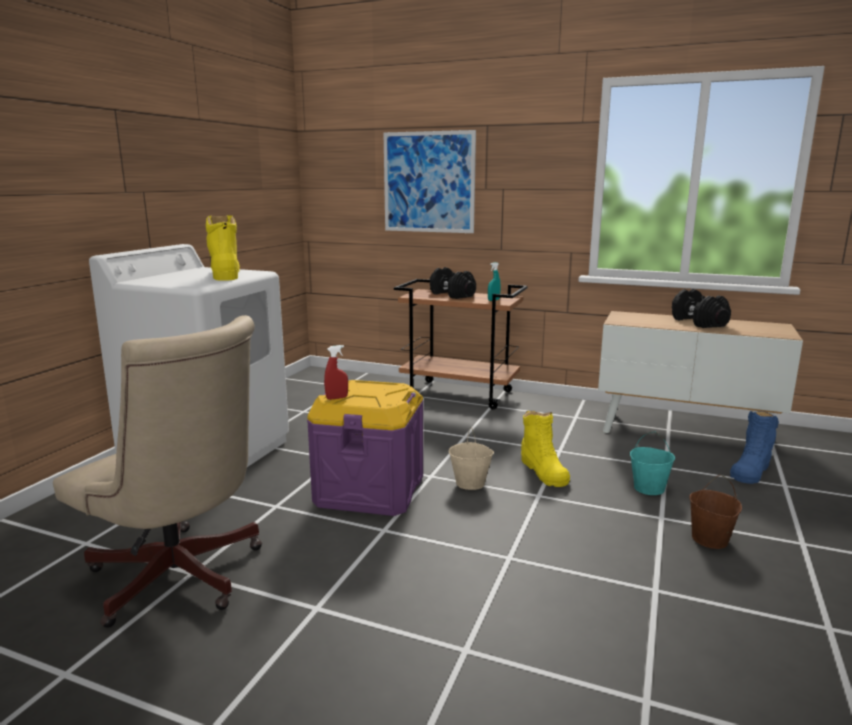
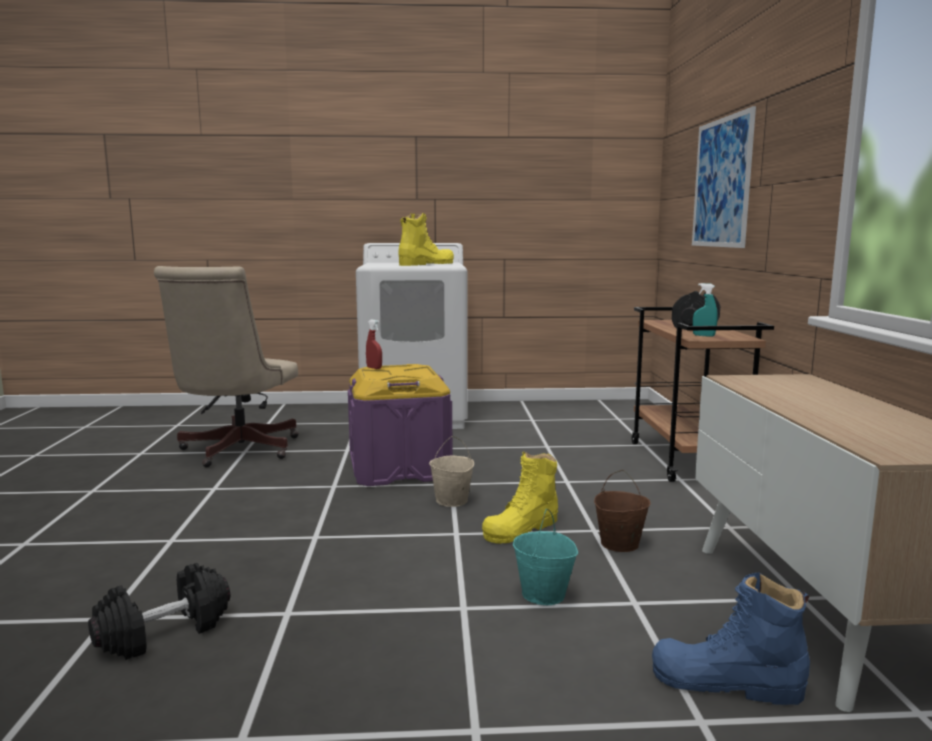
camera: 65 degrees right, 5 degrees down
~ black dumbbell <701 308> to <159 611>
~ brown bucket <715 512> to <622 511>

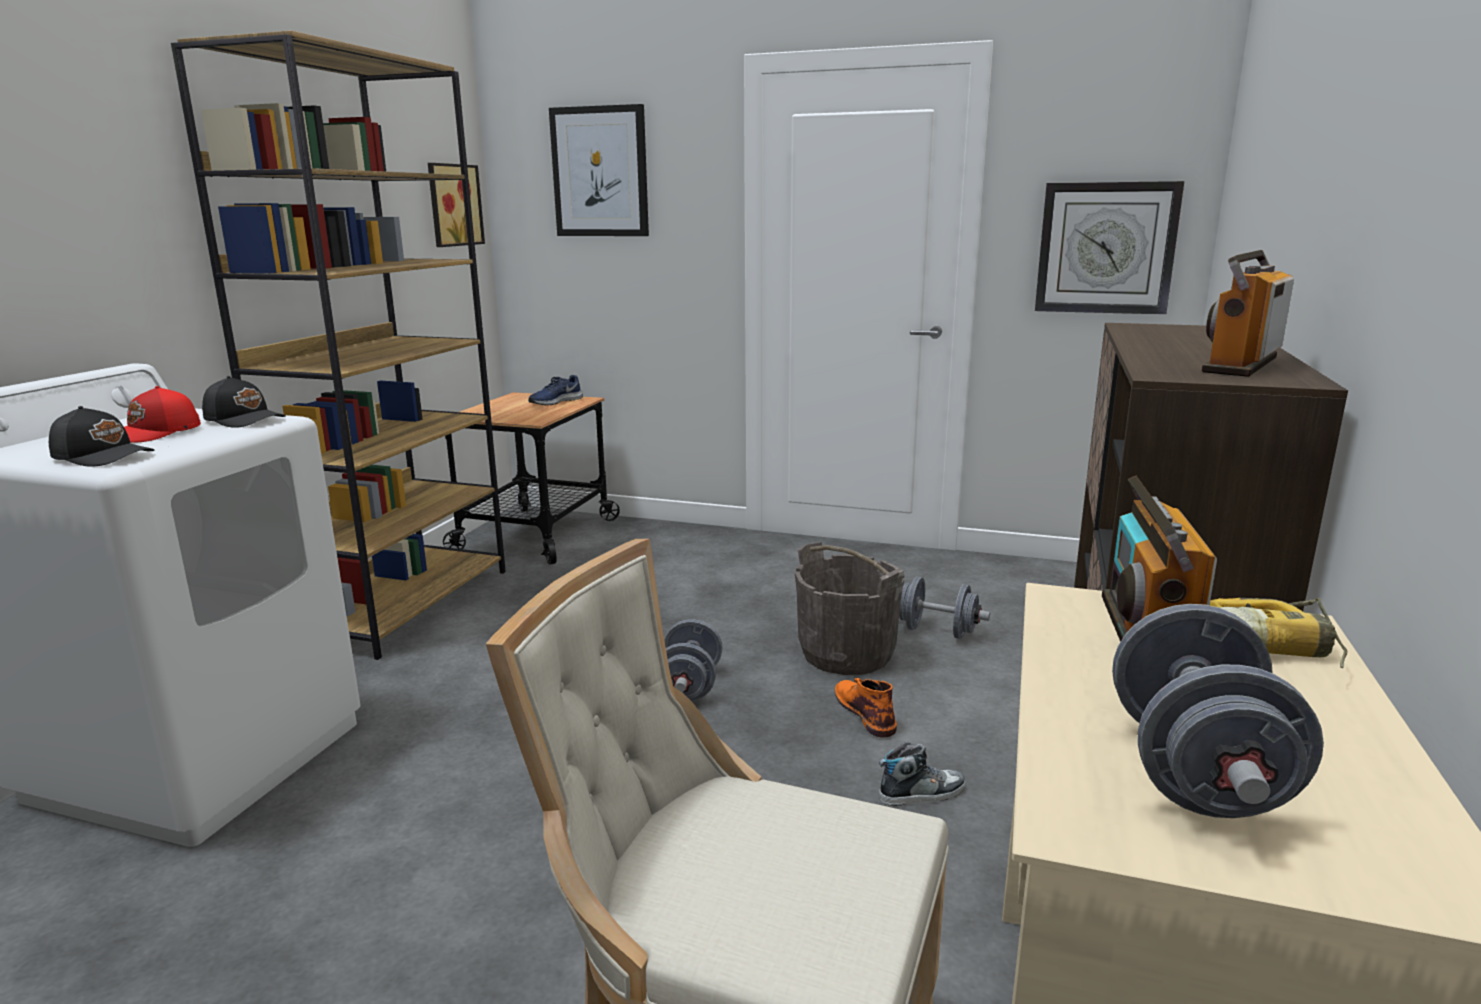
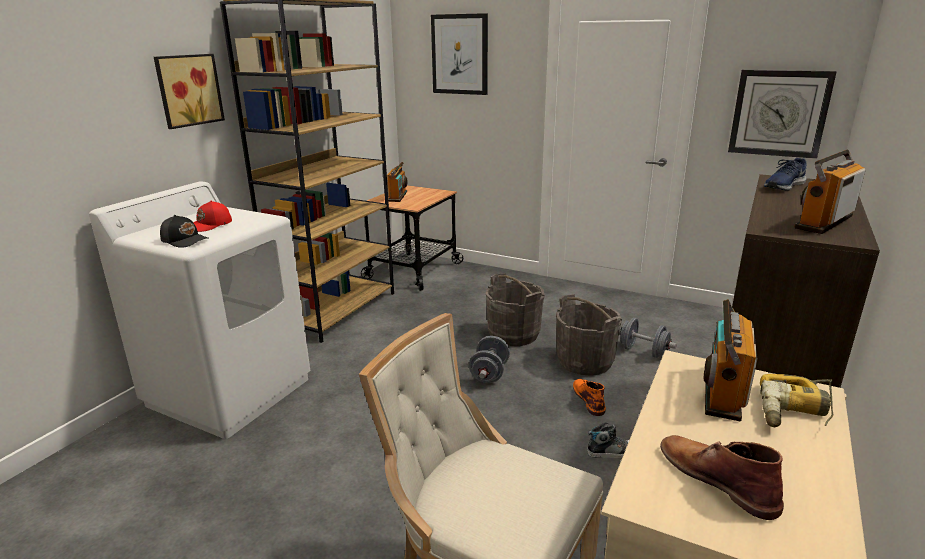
camera: 10 degrees right, 5 degrees up
- black cap <243 402>
~ picture <456 205> to <189 91>
~ blue shoe <555 390> to <785 174>
~ grey dumbbell <1218 711> to brown boot <722 477>
+ radio <397 182>
+ grey bucket <515 309>

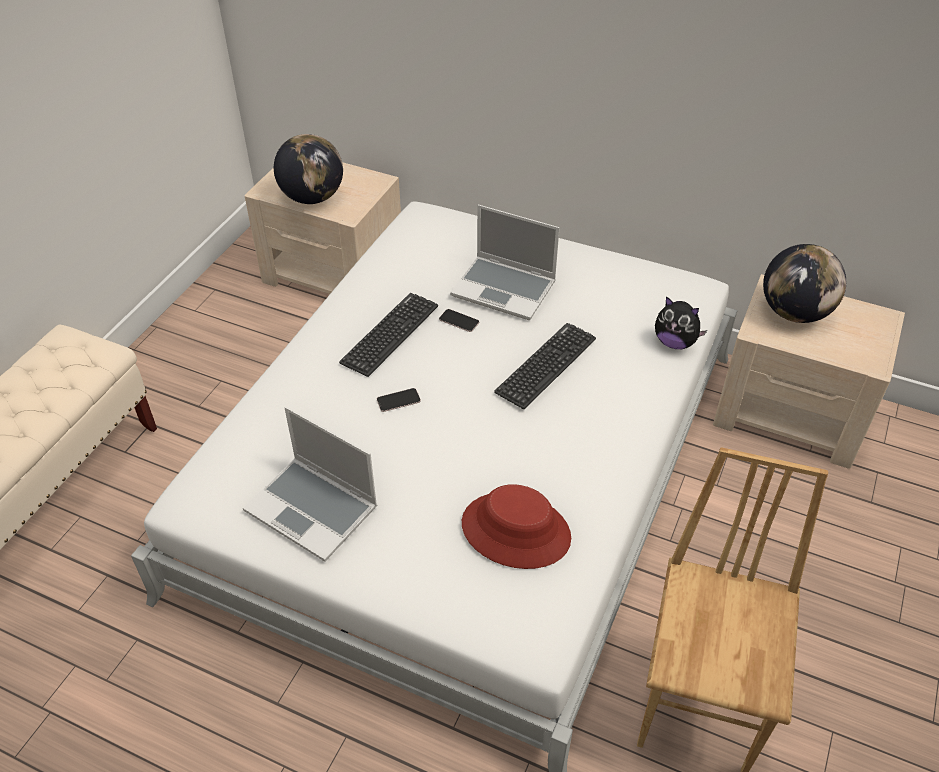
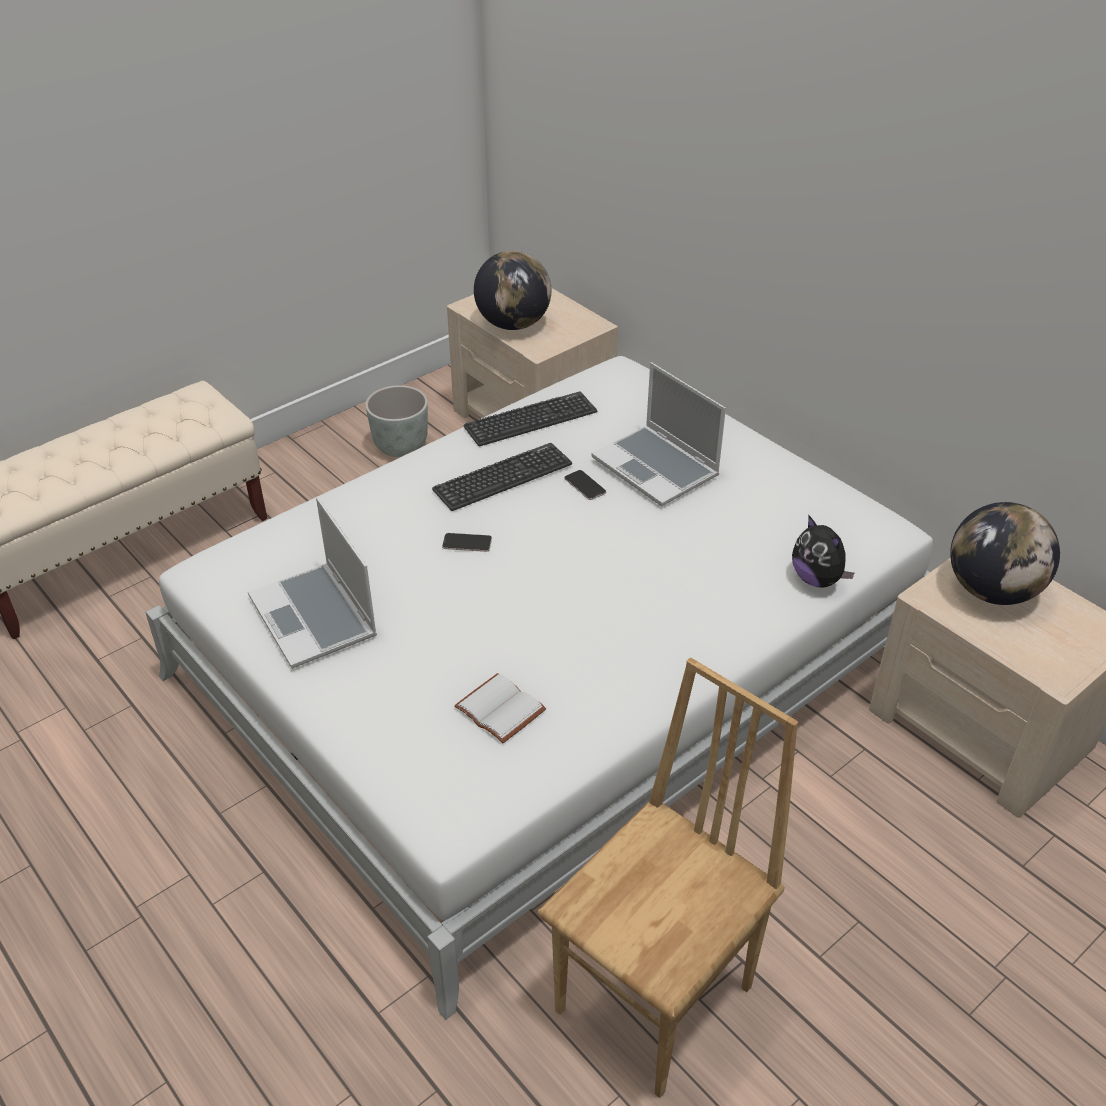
camera: 25 degrees right, 5 degrees down
~ red hat <516 526> to white book <500 708>
~ keyboard <545 366> to <530 418>
+ grey planter <396 421>

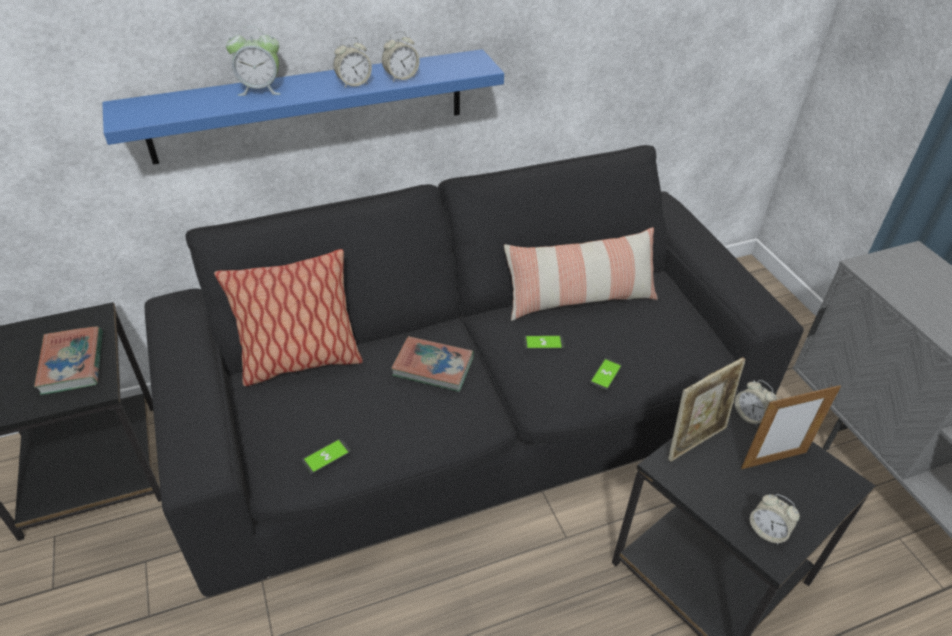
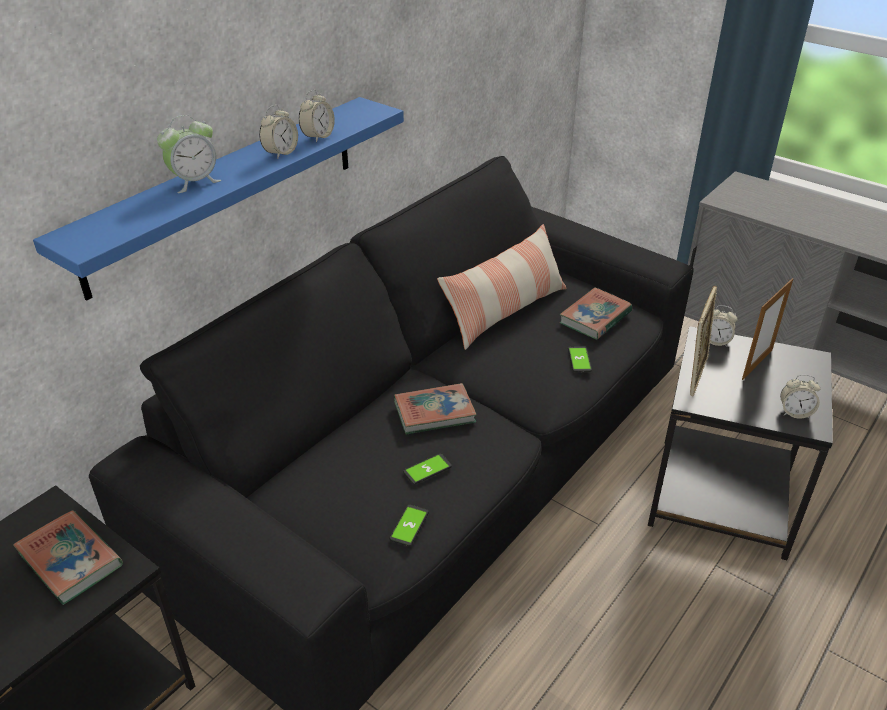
camera: 30 degrees left, 5 degrees down
- pillow <288 317>
~ phone <544 342> to <427 469>
+ book <596 314>

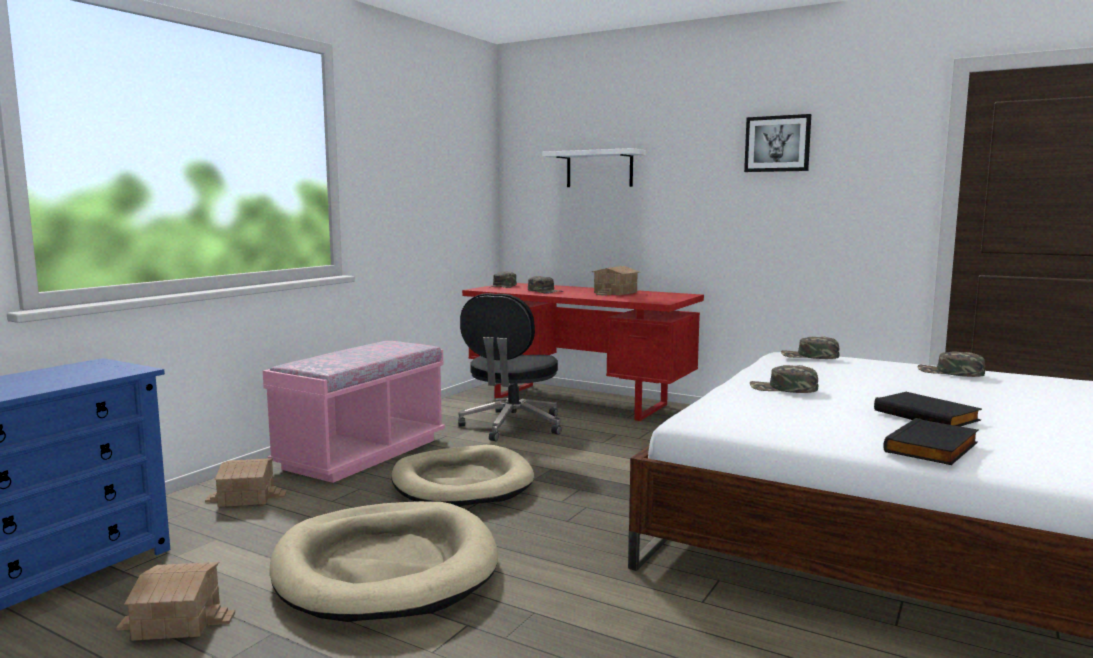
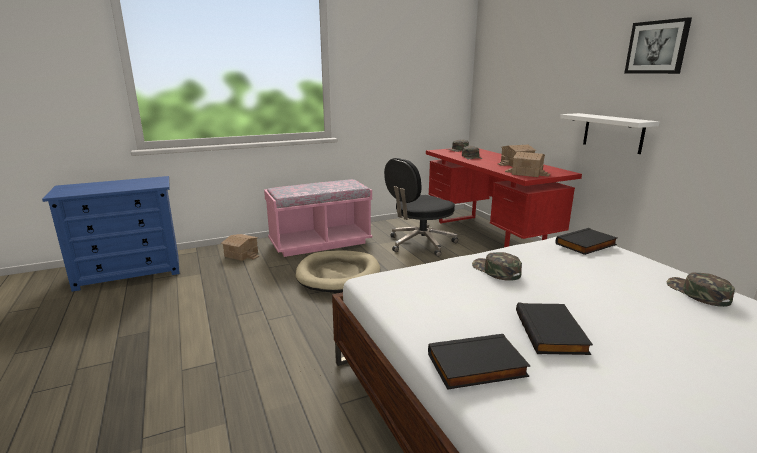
camera: 35 degrees right, 10 degrees up
~ toy house <175 601> to <527 164>
- beige dog bed <384 561>
~ white shelf <594 167> to <609 133>
~ green cap <810 348> to black book <586 241>

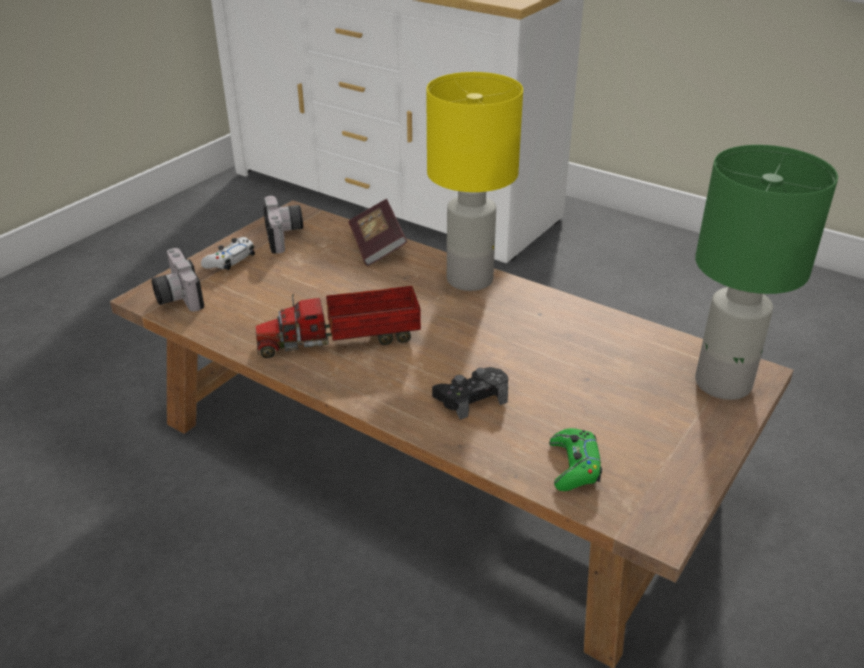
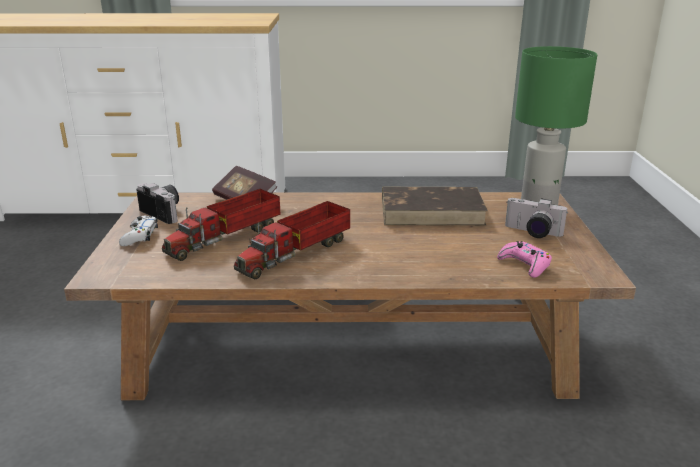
camera: 35 degrees left, 10 degrees down
~ photo camera <178 280> to <536 218>
- yellow table lamp <474 181>
- black game controller <470 393>
~ green game controller <575 459> to pink game controller <524 259>
+ toy truck <221 225>
+ brown book <435 206>

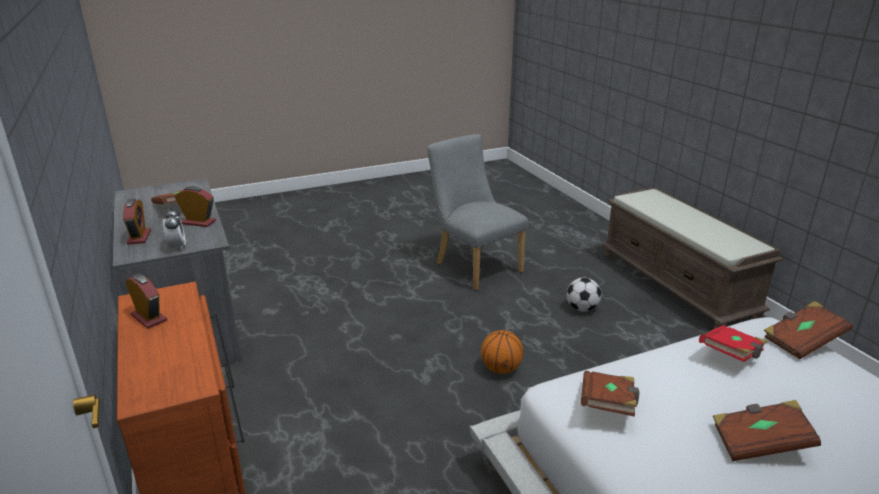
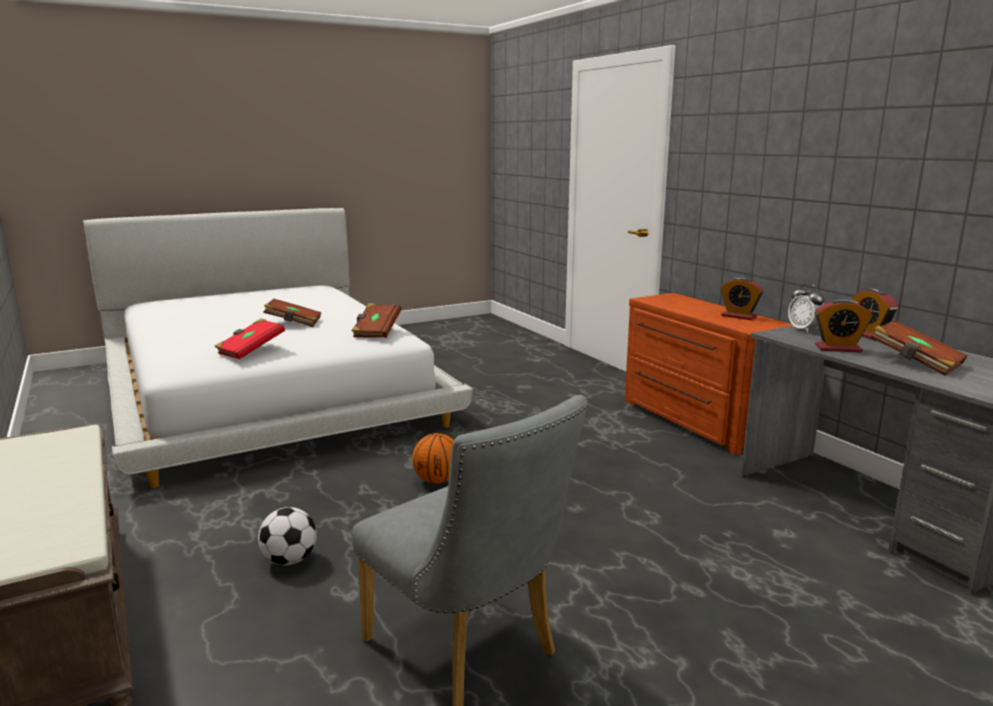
camera: 175 degrees right, 10 degrees down
- brown book <808 330>

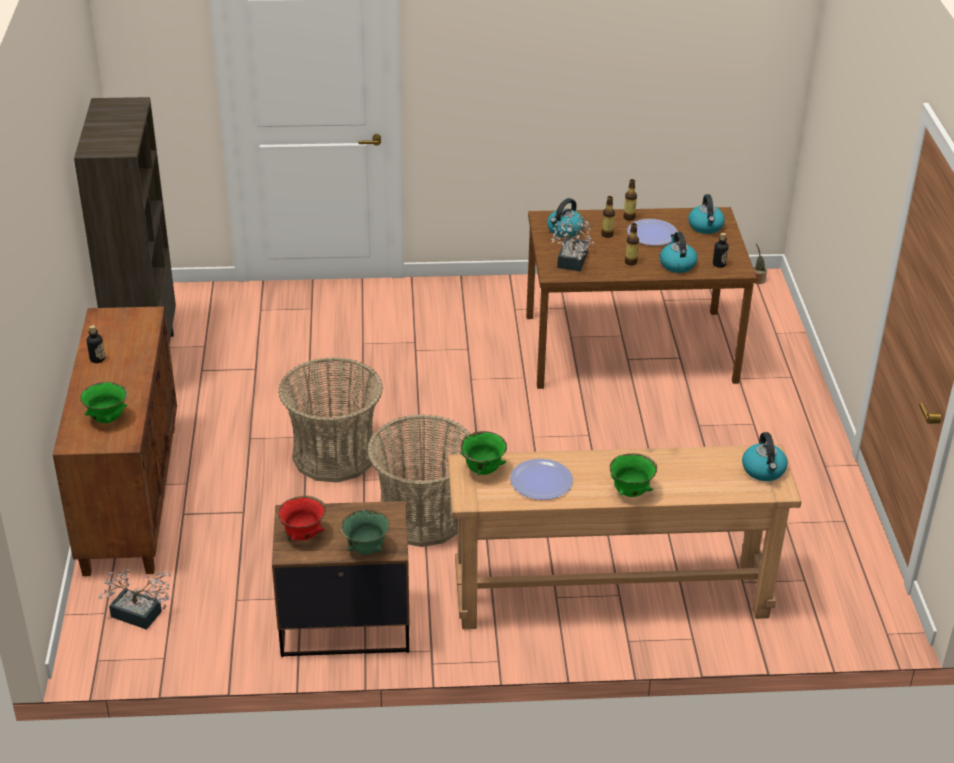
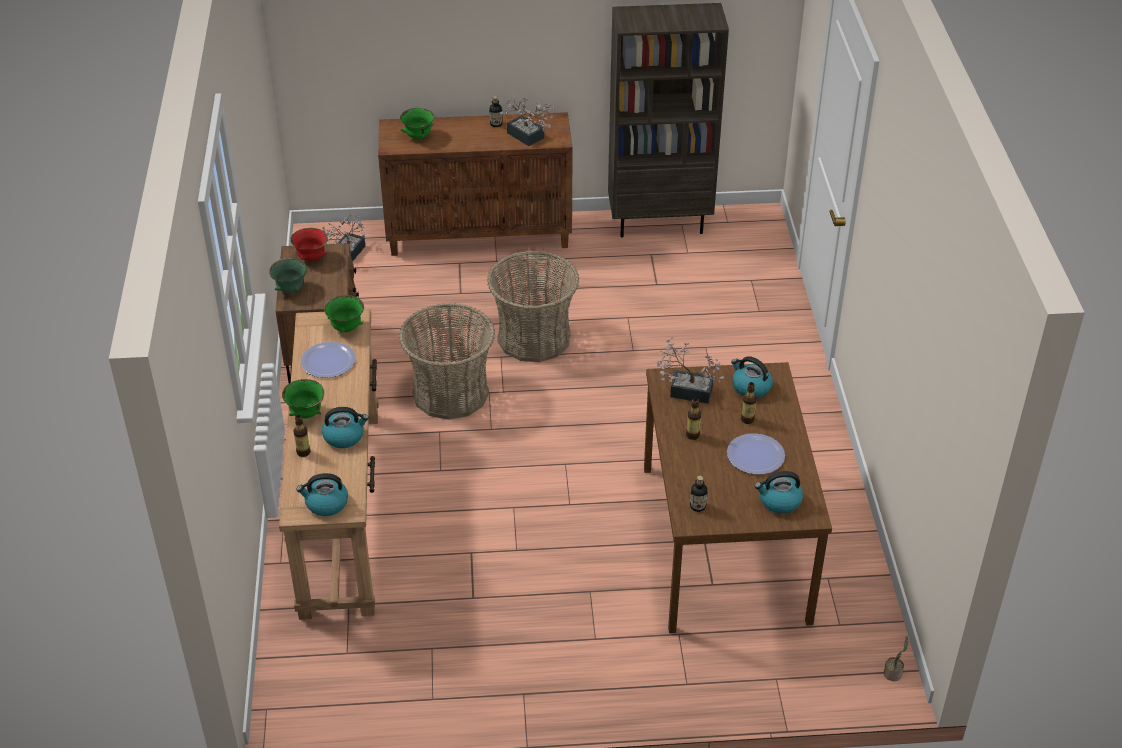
camera: 90 degrees right, 5 degrees up
~ bottle <630 200> to <302 436>
~ kettle <678 252> to <345 427>
+ potted plant <527 121>

